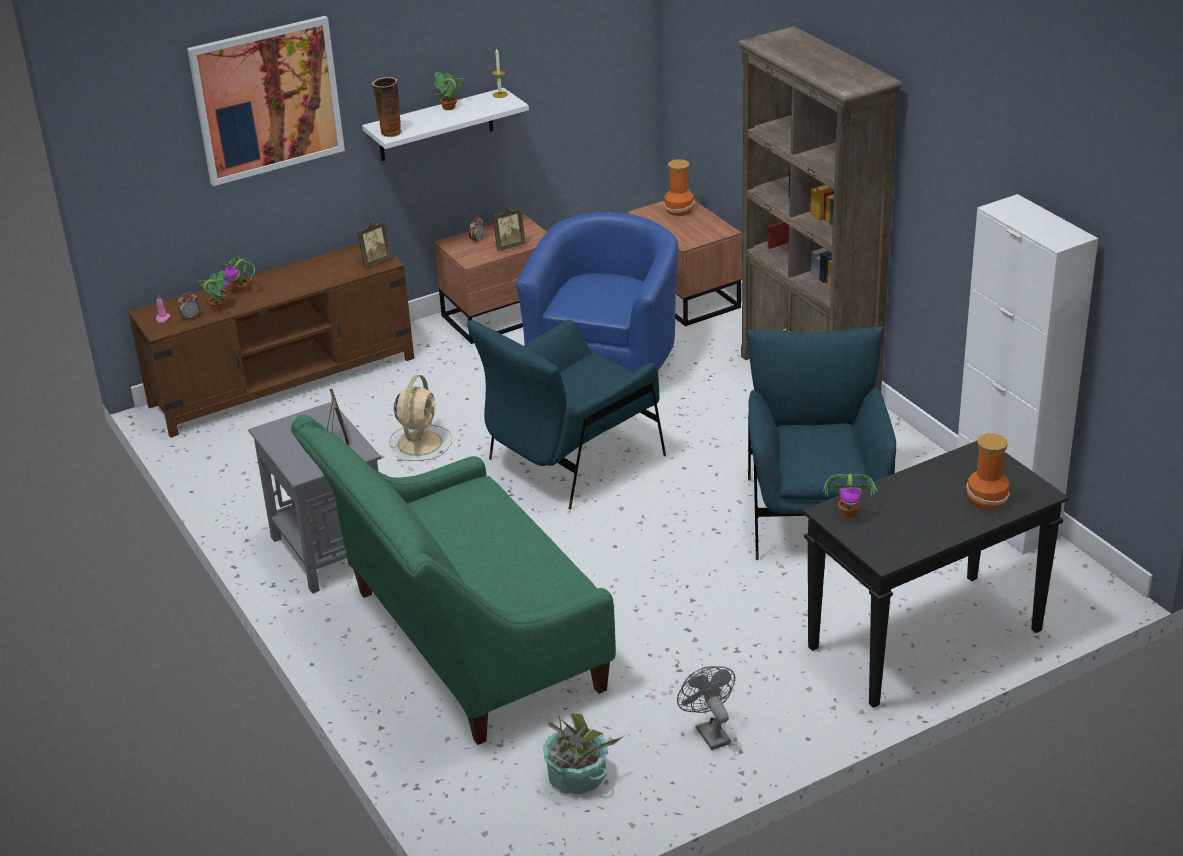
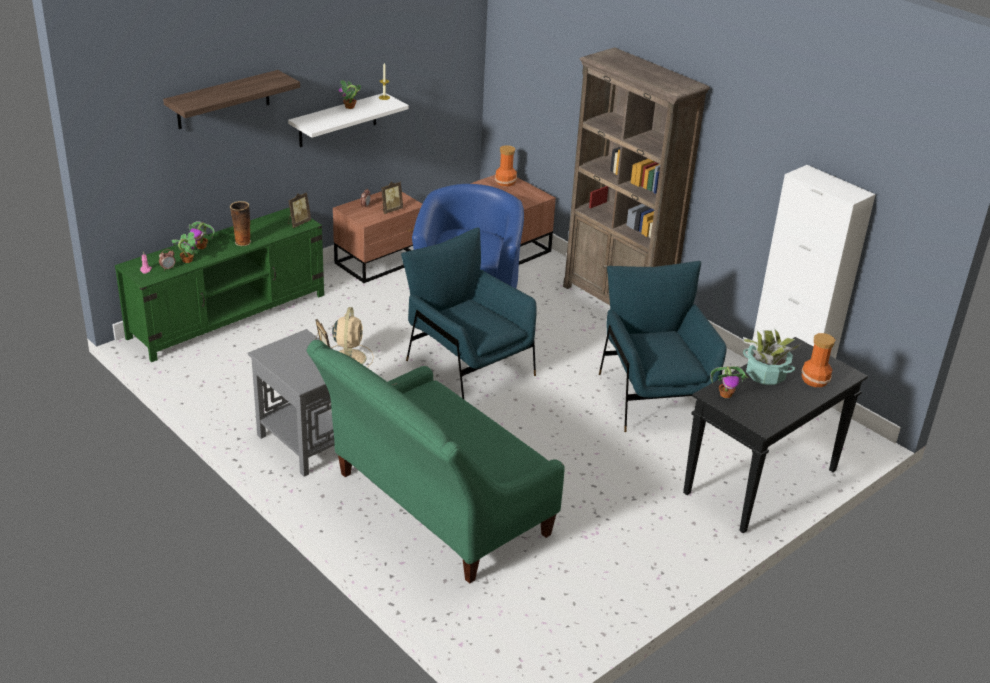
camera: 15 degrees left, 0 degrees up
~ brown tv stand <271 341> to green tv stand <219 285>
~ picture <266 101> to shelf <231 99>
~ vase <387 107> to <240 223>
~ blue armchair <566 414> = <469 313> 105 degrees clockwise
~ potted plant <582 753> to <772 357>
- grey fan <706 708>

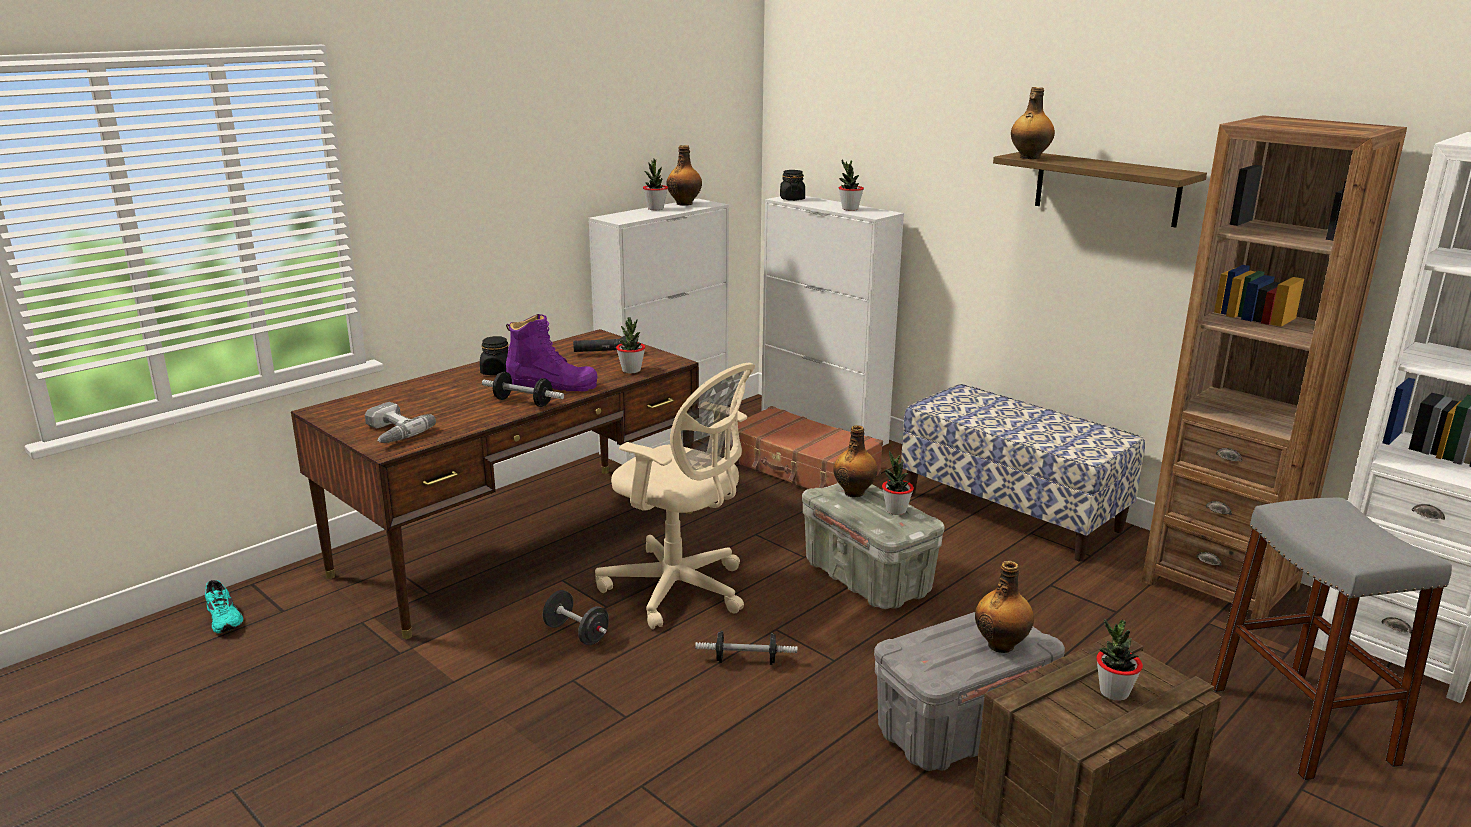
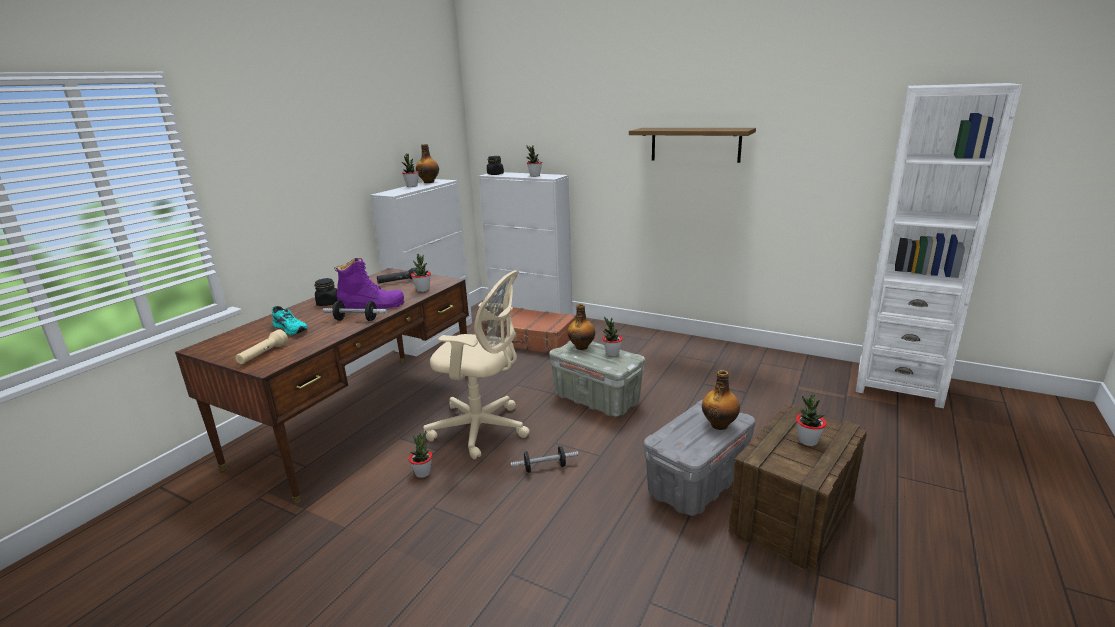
camera: 15 degrees left, 0 degrees up
~ turquoise shoe <224 606> to <290 320>
~ power drill <400 422> to beige flashlight <261 346>
~ black dumbbell <576 617> to potted plant <420 454>
- bench <1023 473>
- bottle <1033 123>
- brown bookcase <1274 367>
- grey stool <1331 639>

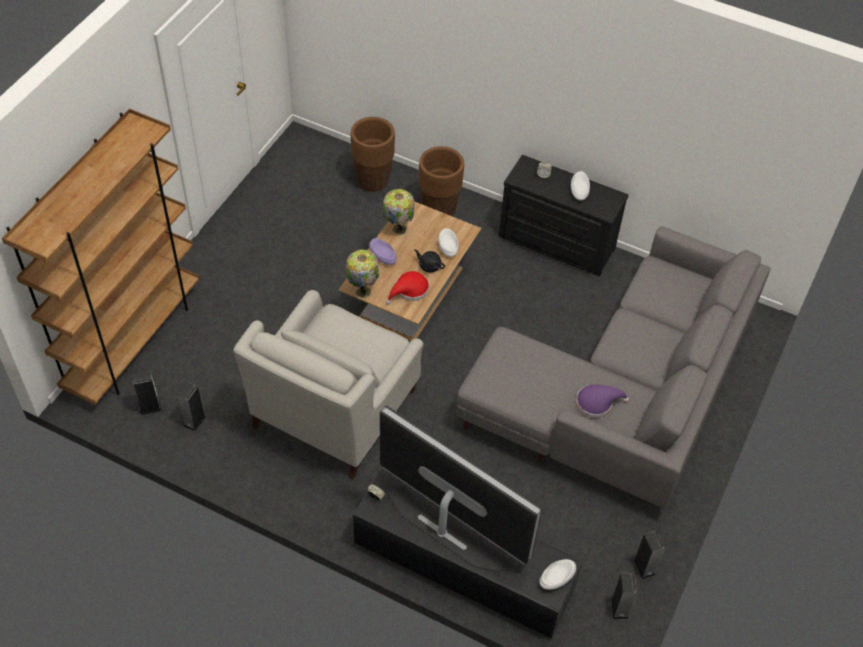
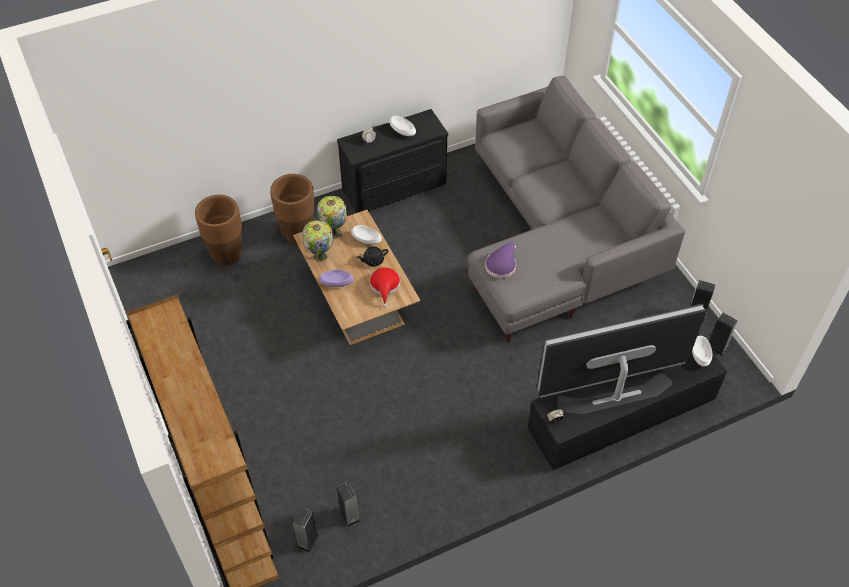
camera: 50 degrees left, 0 degrees up
- white armchair <329 384>
~ table lamp <362 274> to <332 217>
~ purple hat <602 401> to <500 260>

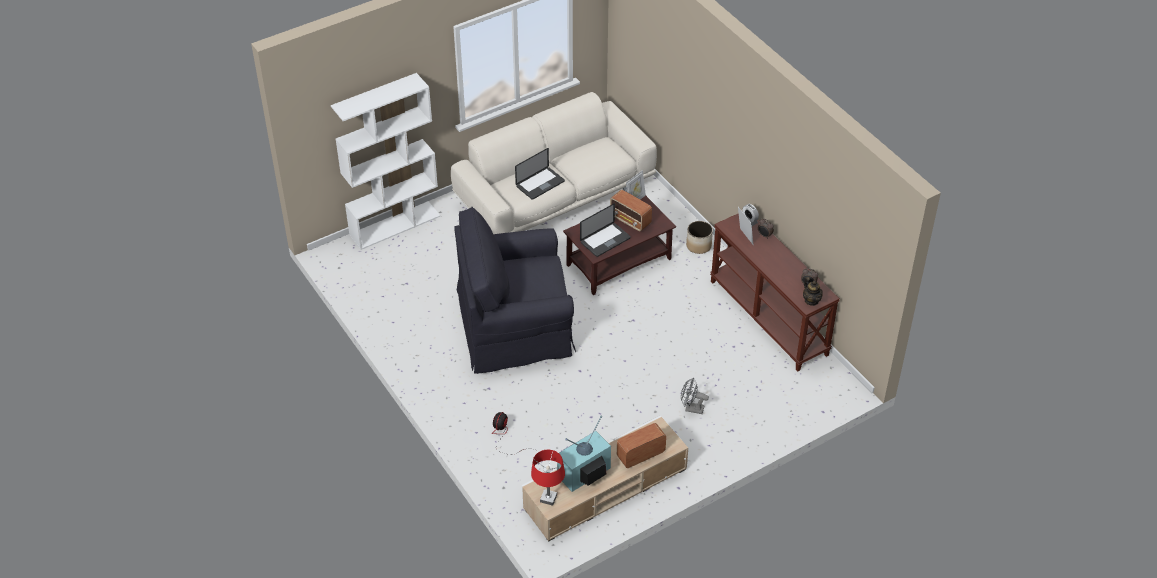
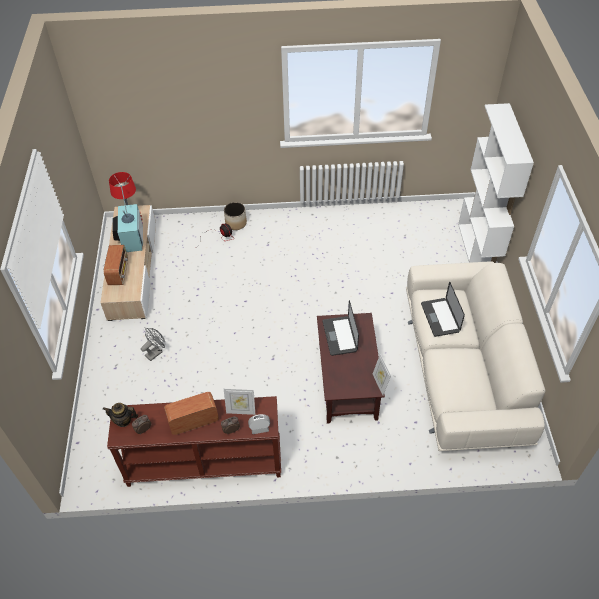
camera: 120 degrees right, 5 degrees up
- black armchair <515 290>
~ radio <631 210> to <191 413>
~ planter <699 237> to <235 216>

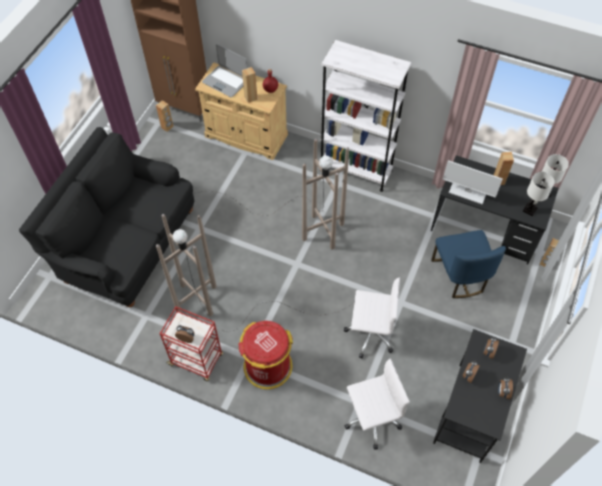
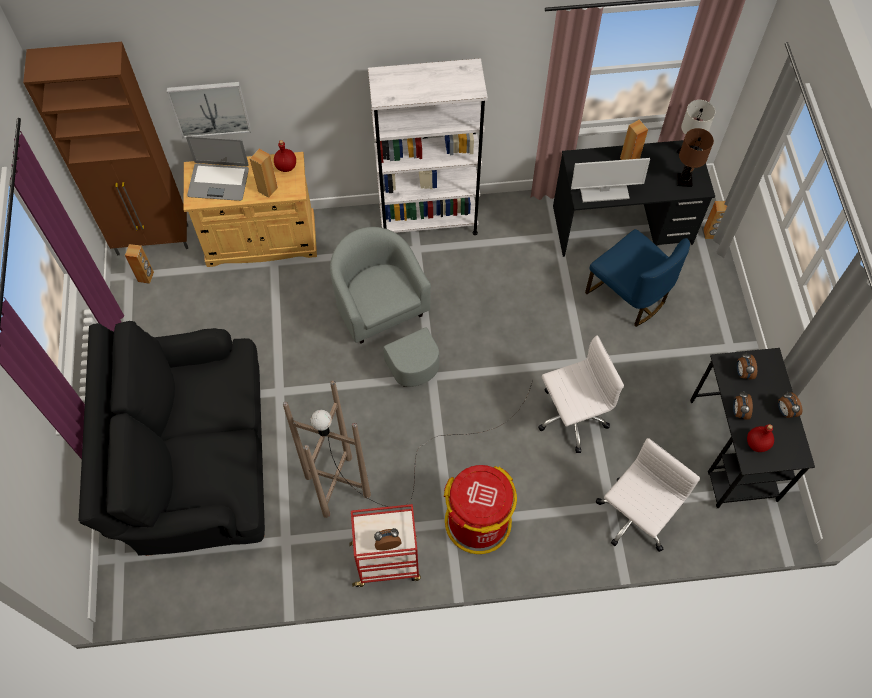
camera: 30 degrees left, 5 degrees up
~ brown floor lamp <272 194> to grey armchair <384 307>
~ white table lamp <539 194> to brown table lamp <695 157>
+ picture <209 110>
+ red bottle <760 438>

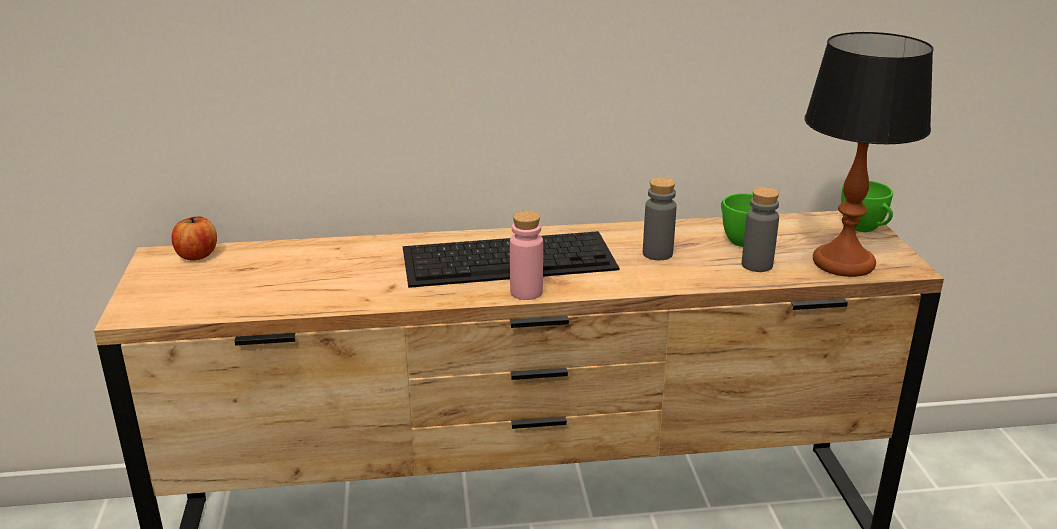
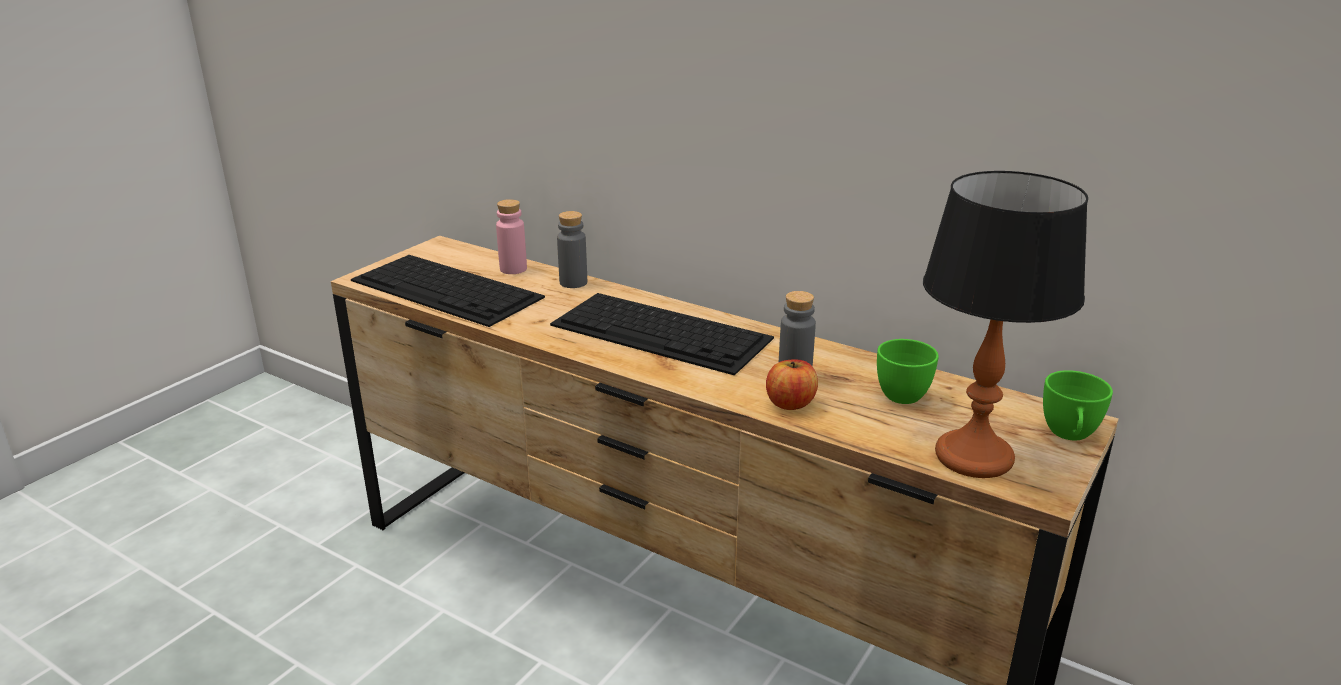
camera: 40 degrees right, 0 degrees up
~ apple <194 238> to <792 384>
~ pink bottle <526 255> to <511 236>
~ grey bottle <760 229> to <572 249>
+ keyboard <448 291>

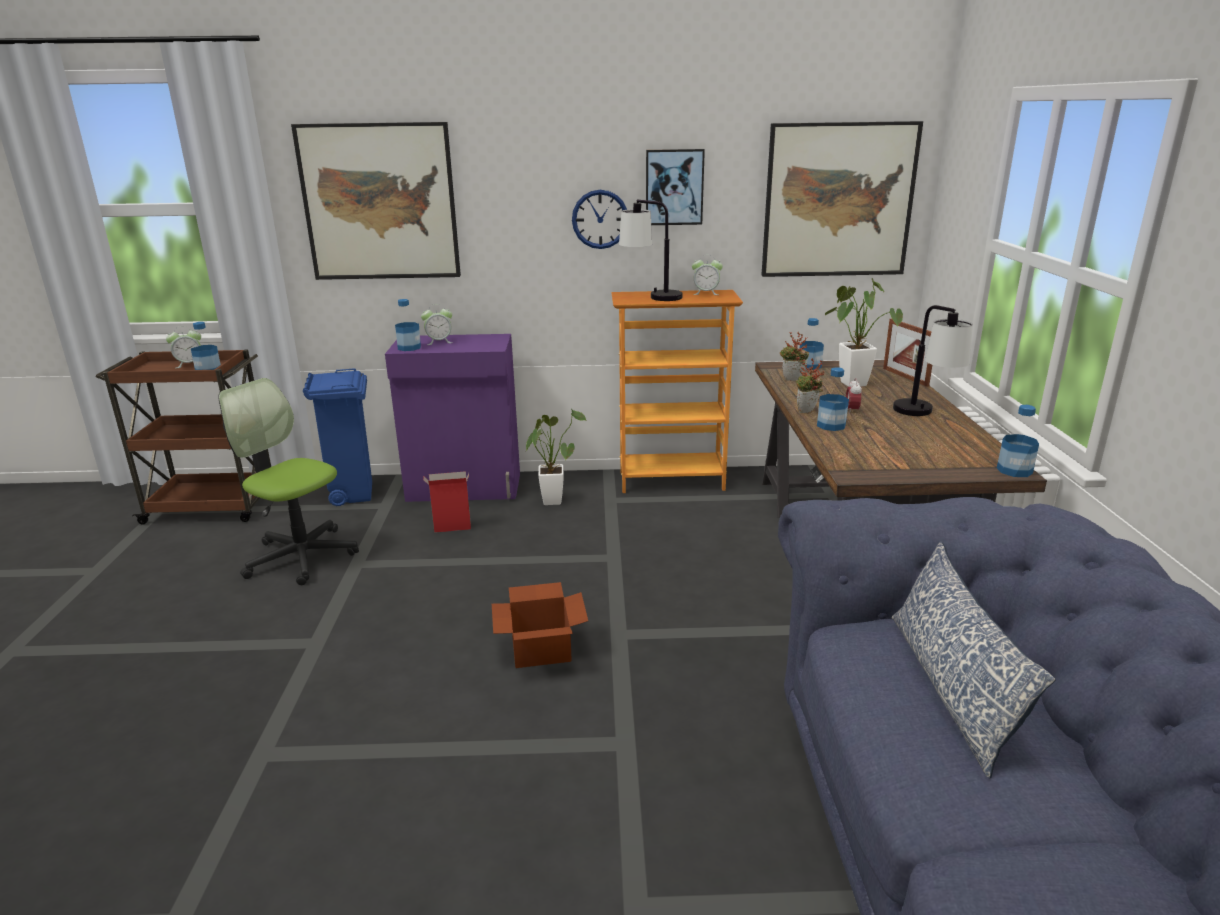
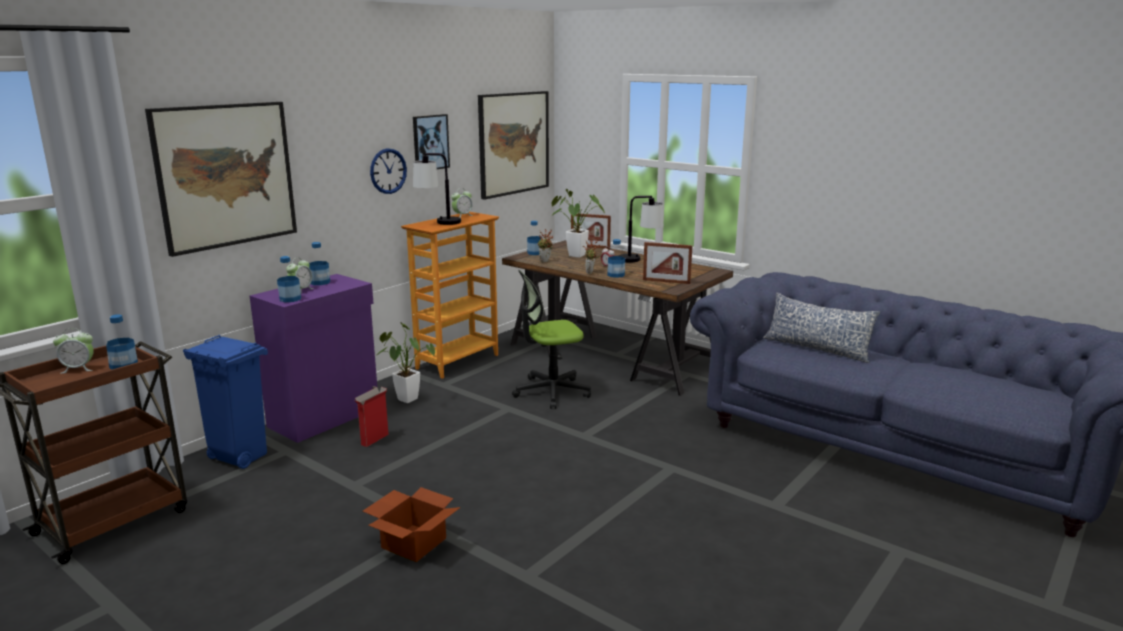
camera: 50 degrees left, 5 degrees down
~ alarm clock <183 347> = <73 351> 60 degrees clockwise
~ office chair <288 481> to <551 339>
~ cardboard box <540 625> to <412 524>
~ bottle <1018 441> to <319 263>
+ picture frame <668 263>

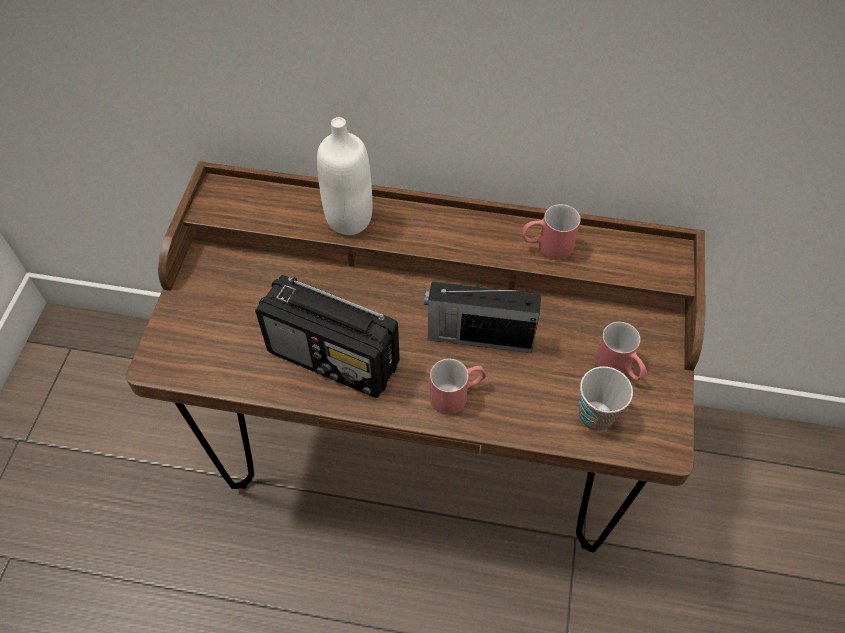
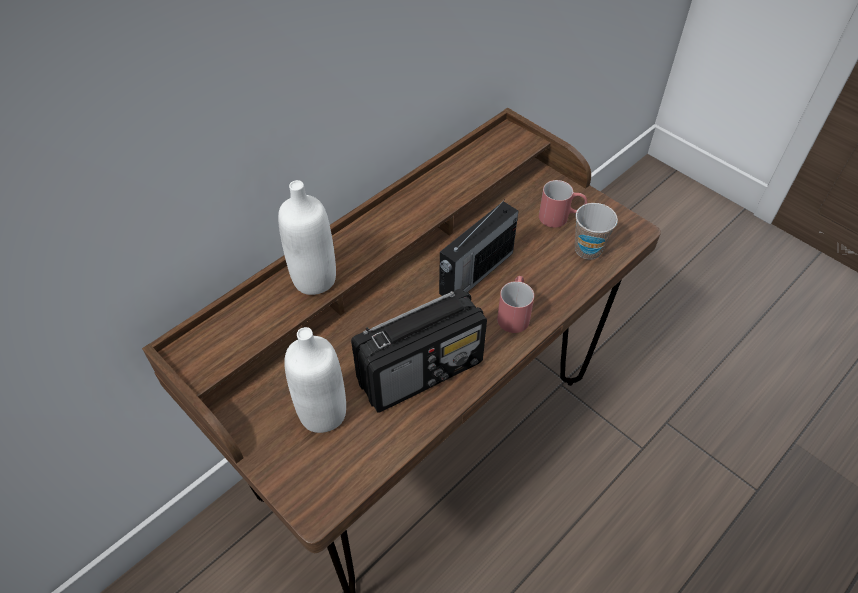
camera: 55 degrees left, 5 degrees down
- red mug <551 232>
+ white bottle <315 380>

